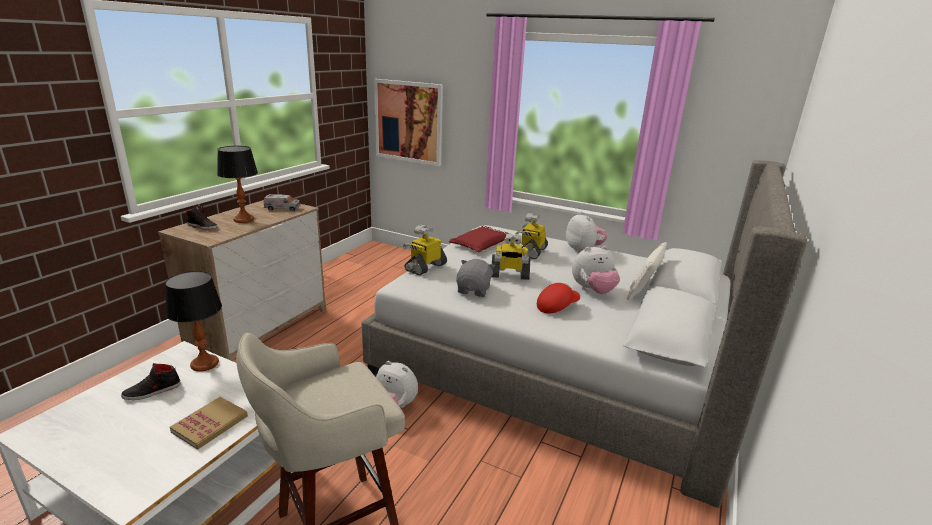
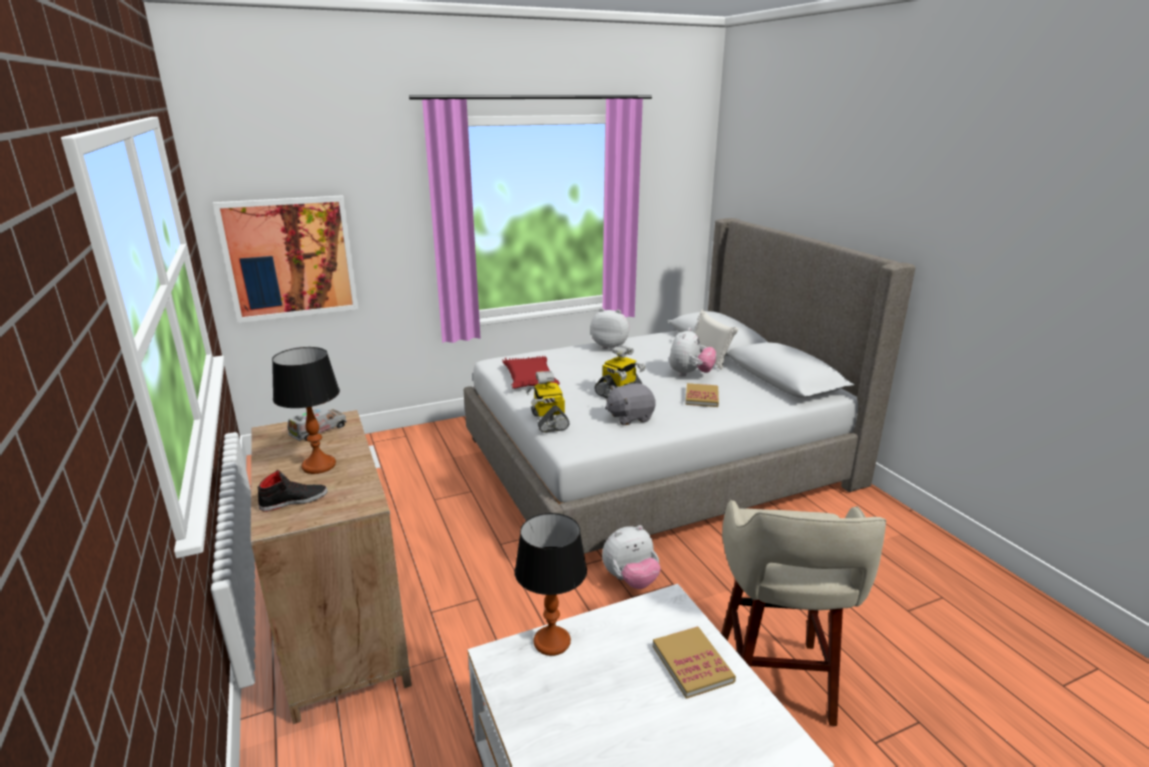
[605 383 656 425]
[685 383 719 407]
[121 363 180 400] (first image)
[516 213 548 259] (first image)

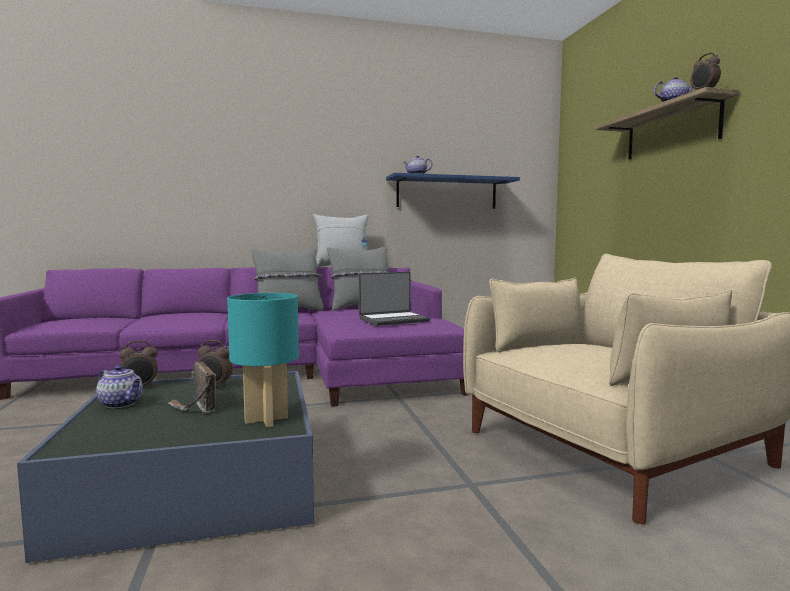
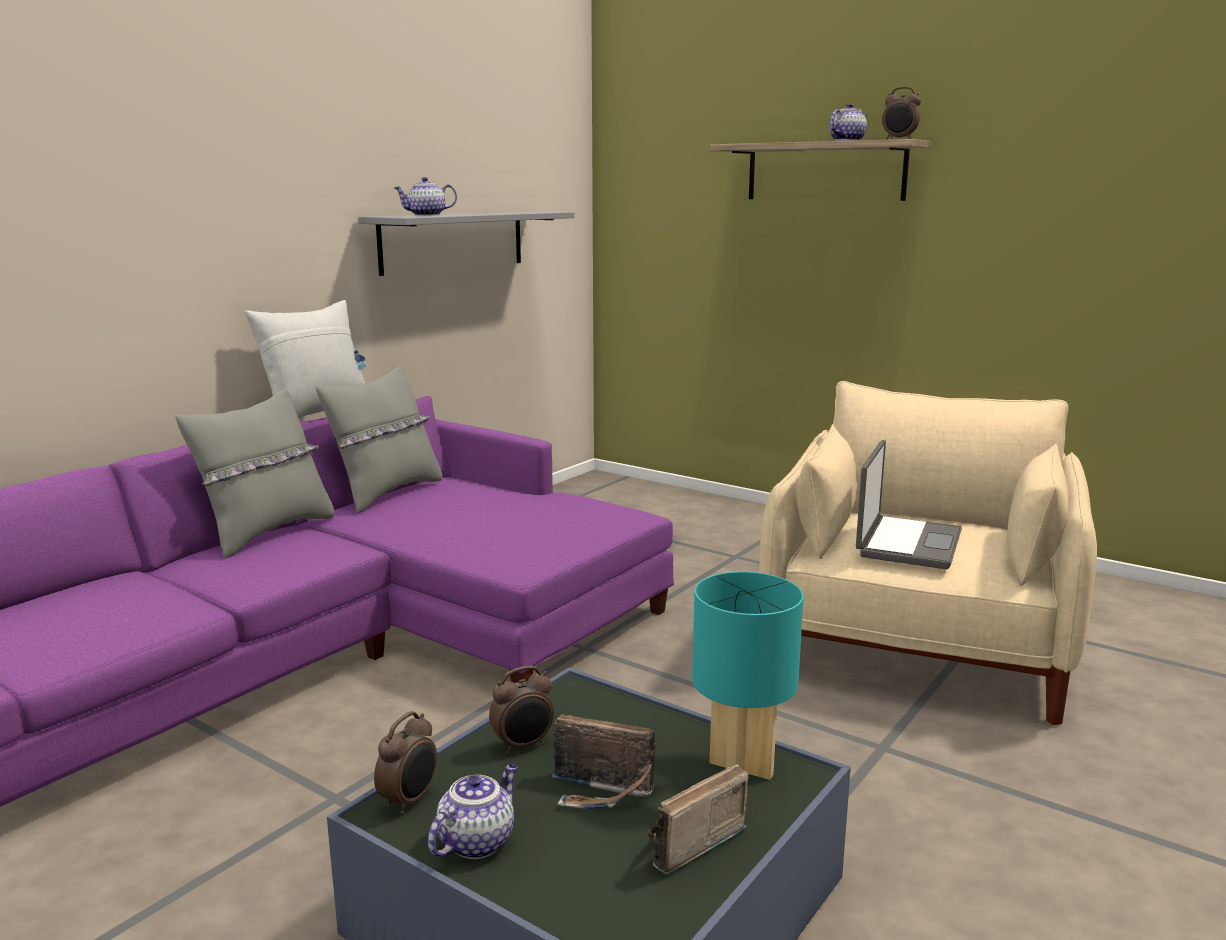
[358 211 574 276]
[428 764 518 859]
[647 764 749 874]
[856 440 962 569]

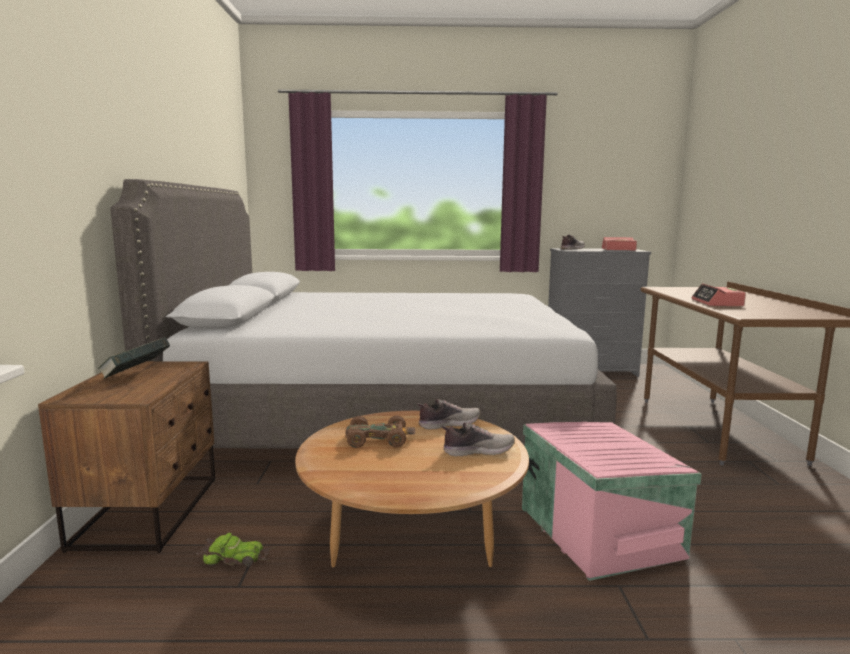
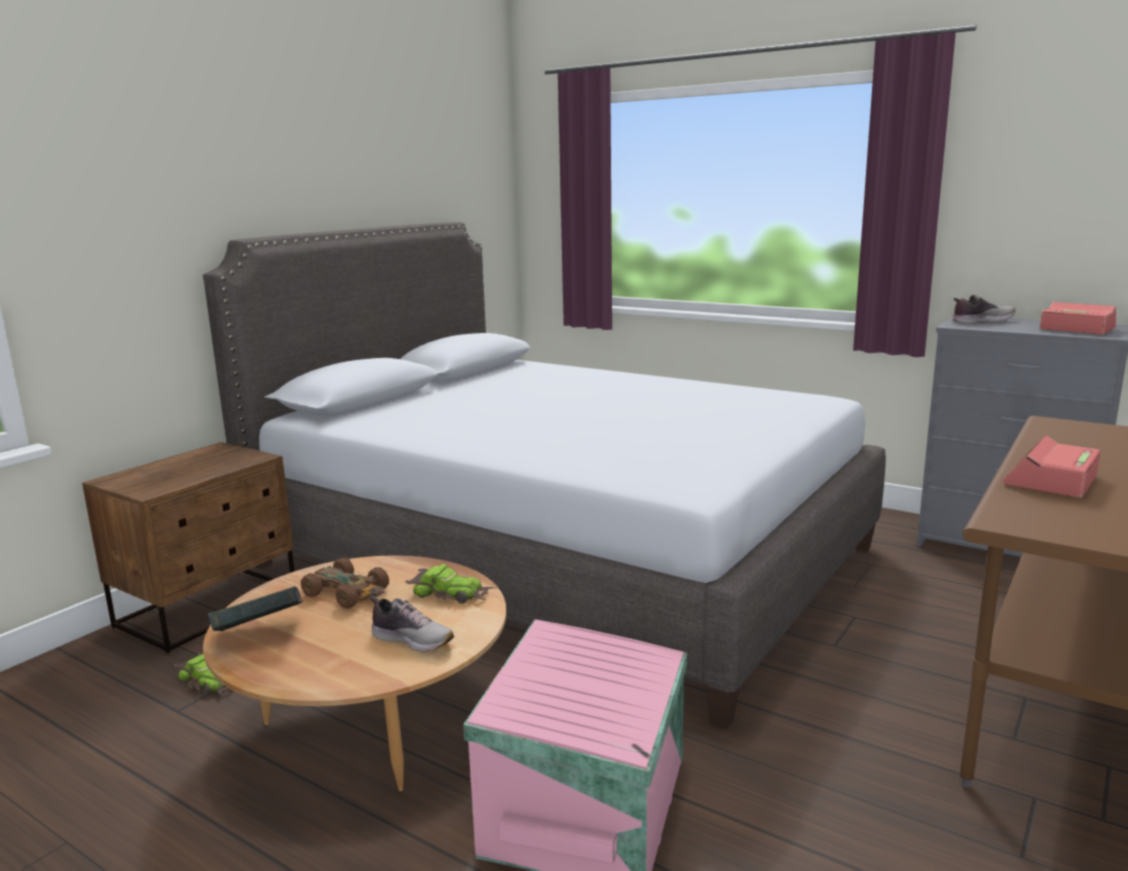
[208 586 303 631]
[405 564 495 604]

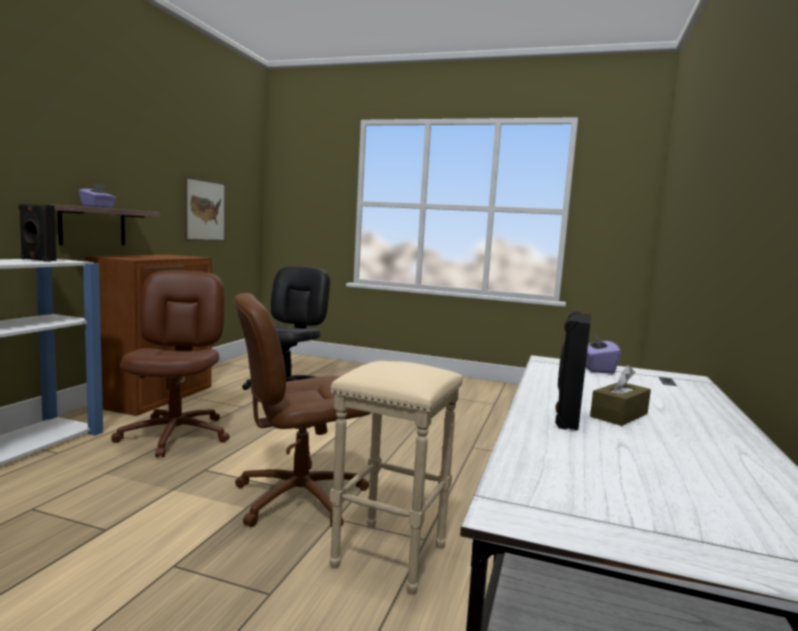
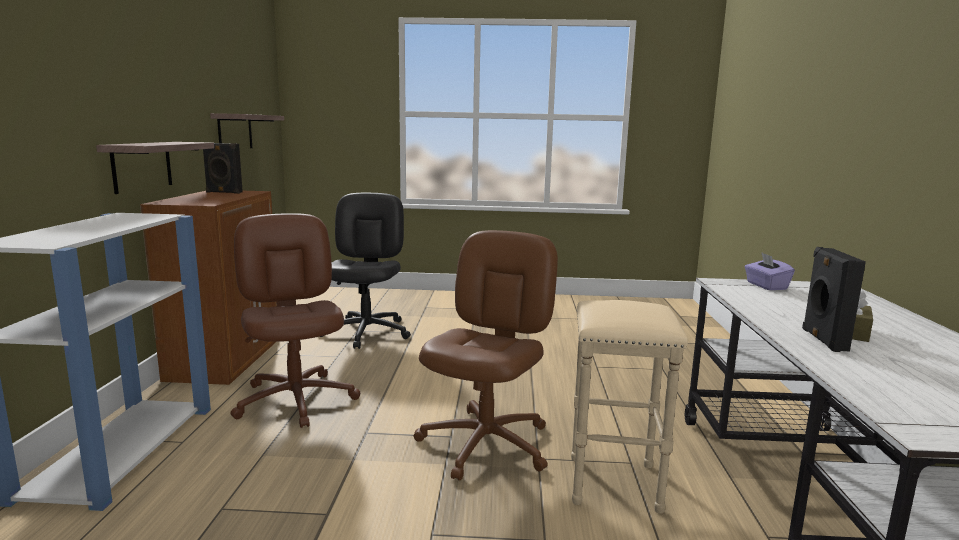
[203 143 243 194]
[210 113 284 148]
[414 230 558 481]
[78 183 116 208] (first image)

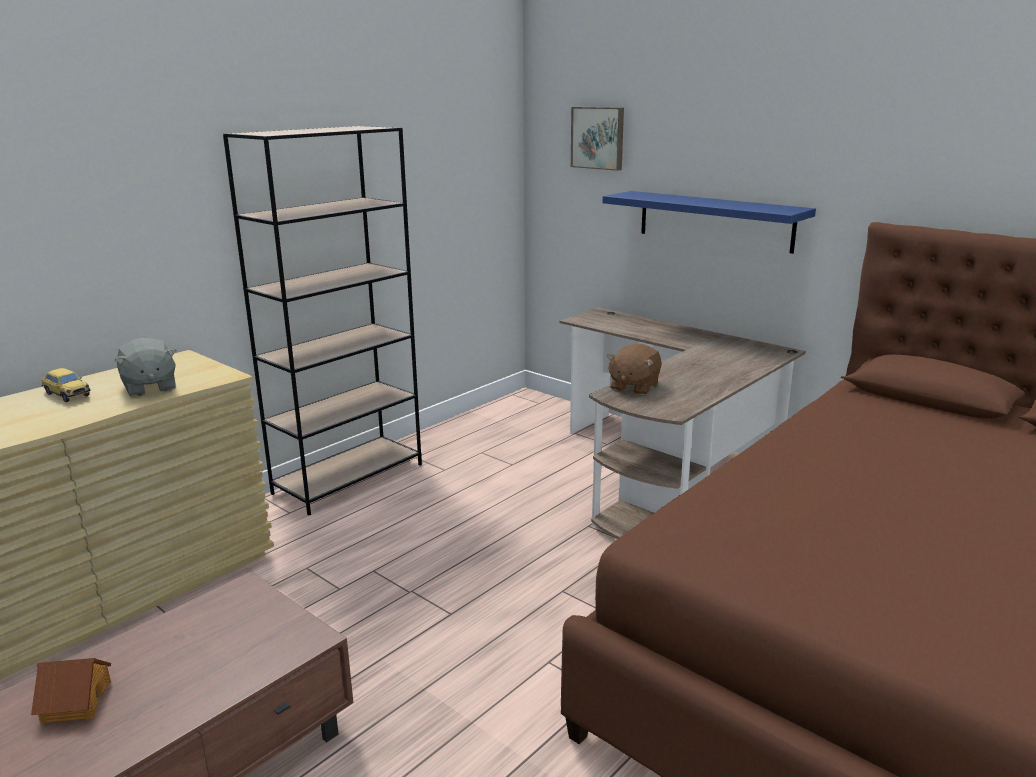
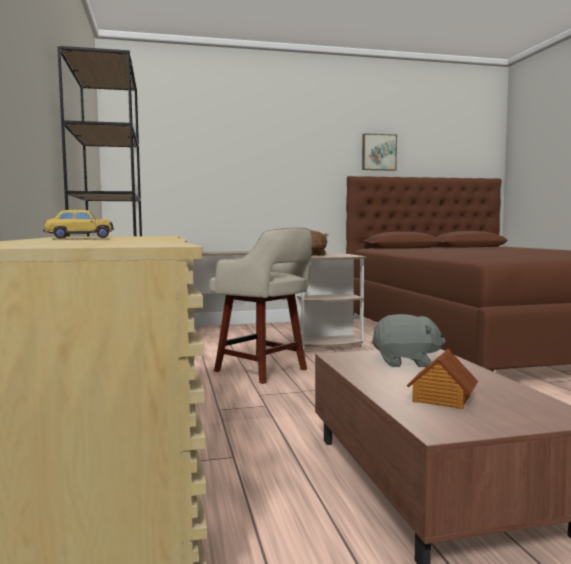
[209 227 312 384]
[362 133 397 171]
[371 314 446 367]
[603 191 816 254] (first image)

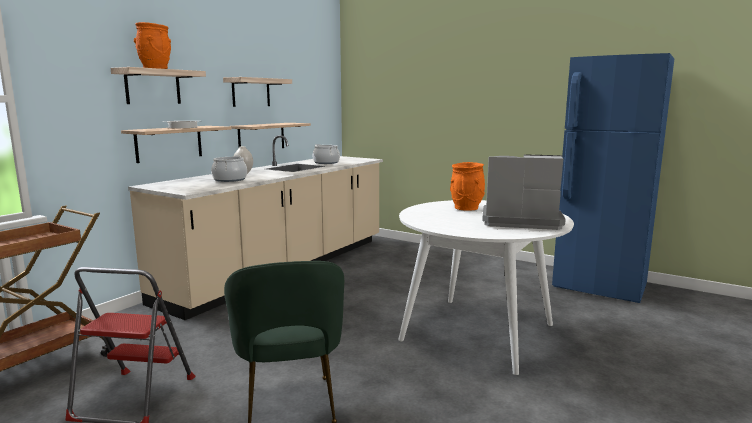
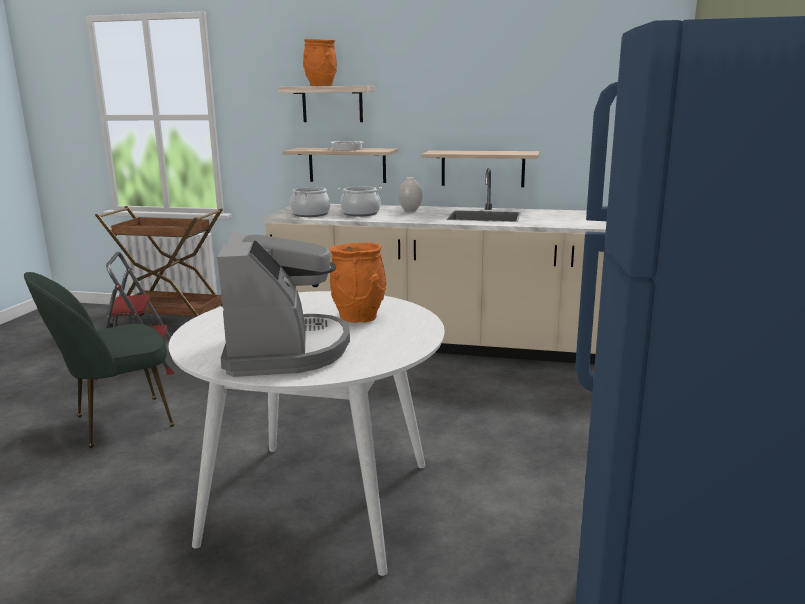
[290 186 330 217]
[223 77 292 107] (first image)

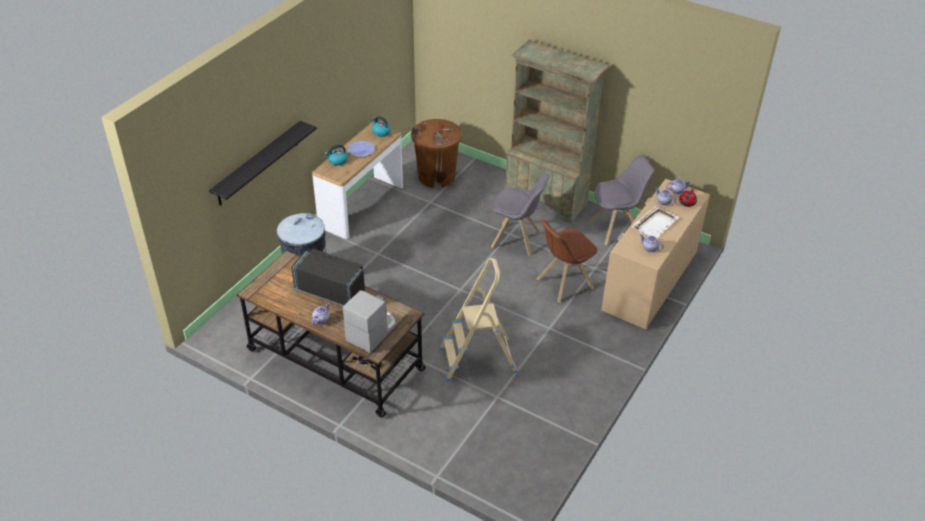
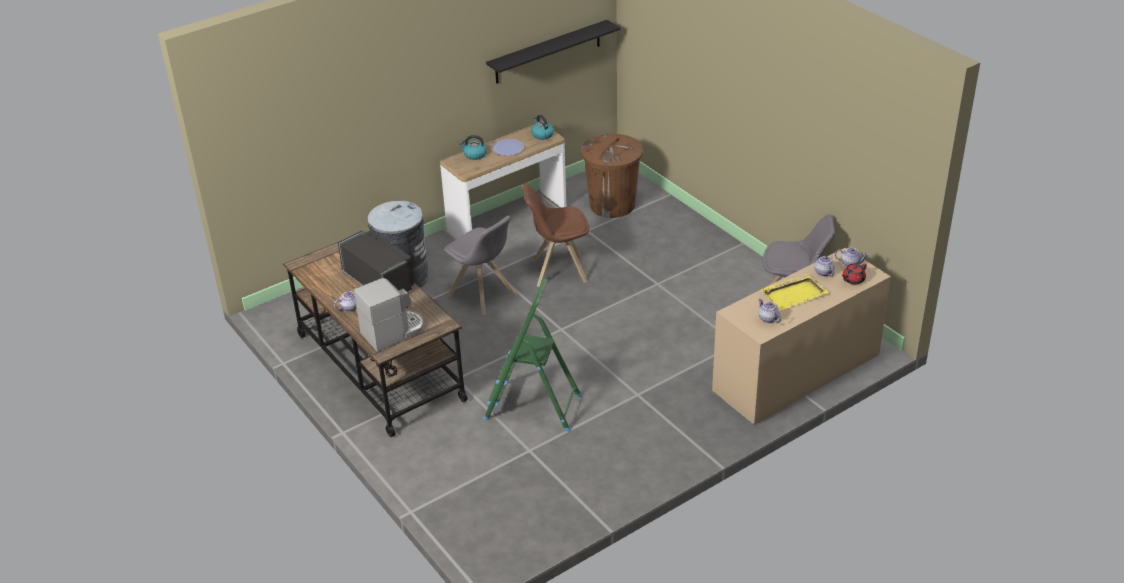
[444 215 516 316]
[483 277 582 432]
[486 20 620 83]
[522 183 589 287]
[760 274 829 311]
[505 40 610 224] (first image)

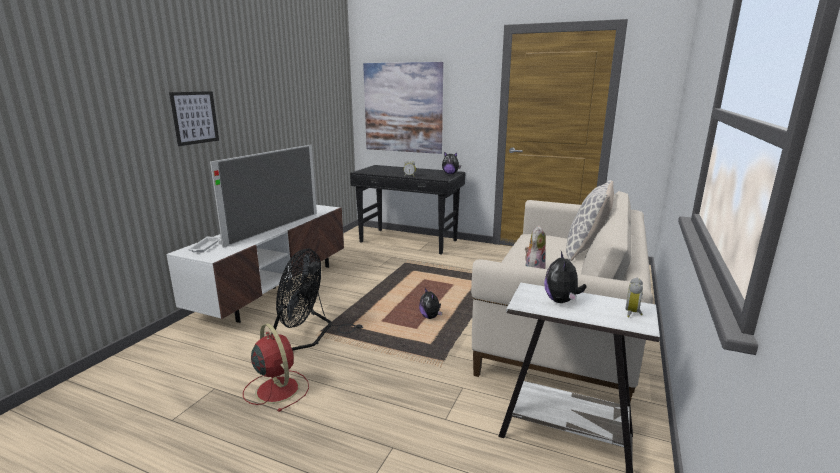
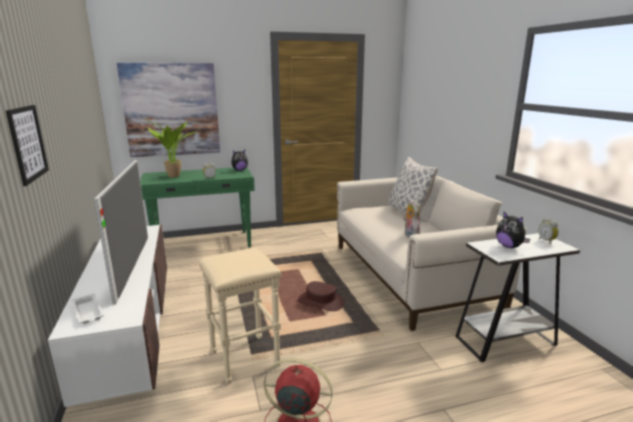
[140 167 255 248]
[143 117 198 177]
[199 248 281 384]
[298 281 344 311]

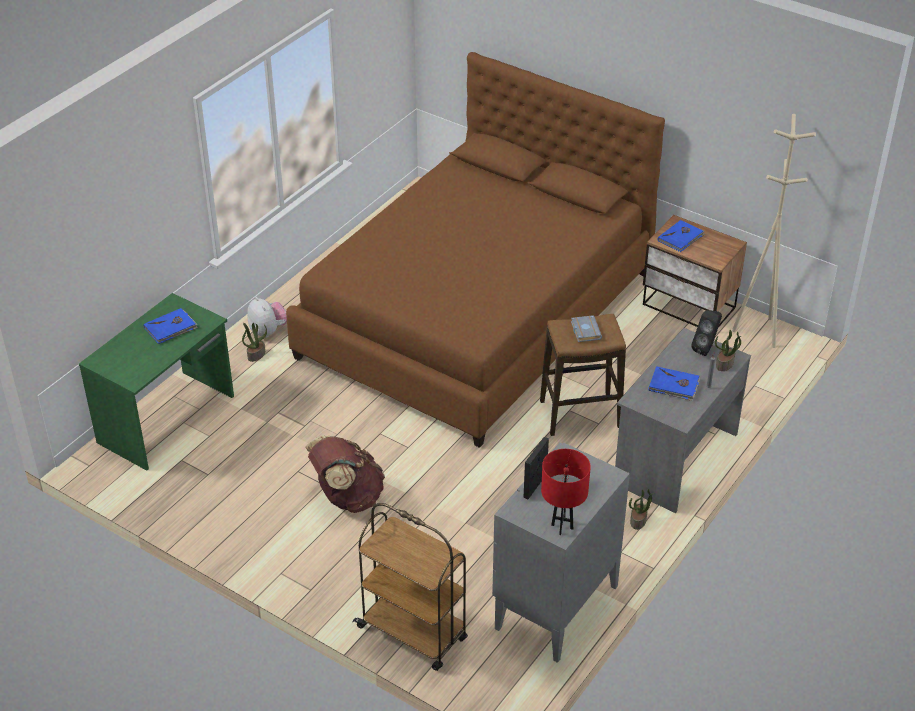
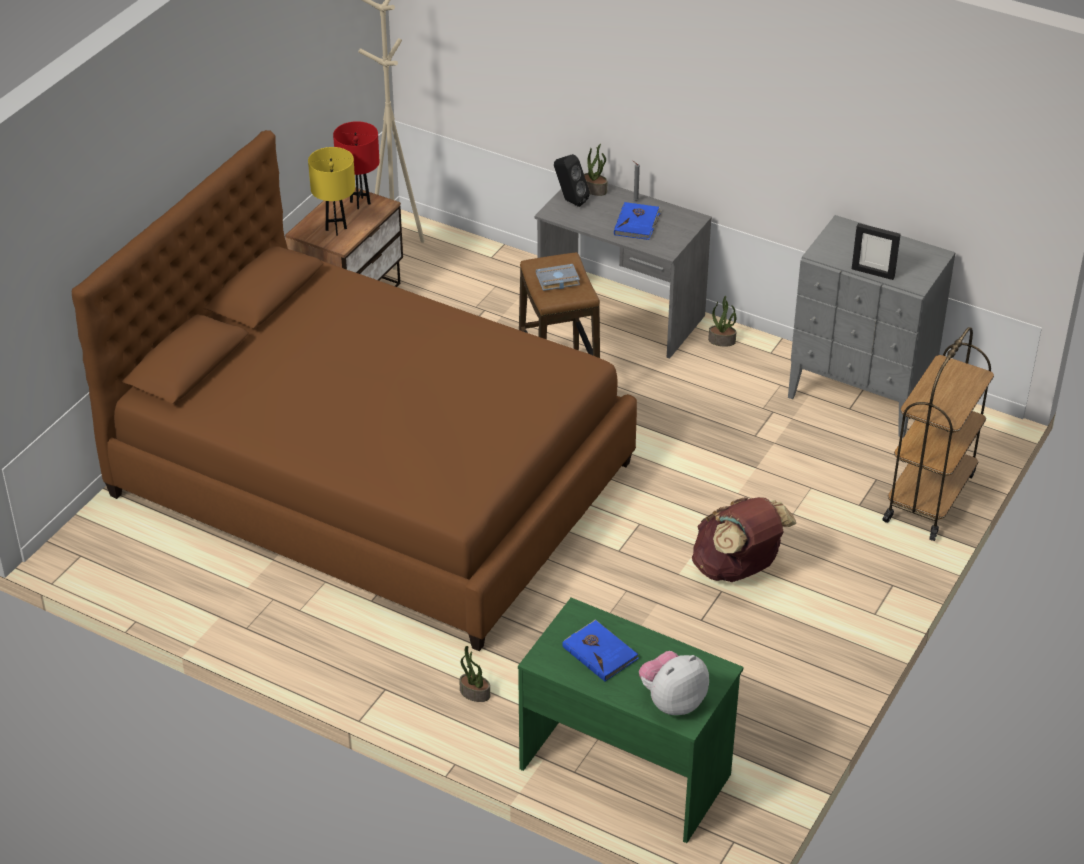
[308 147 355 236]
[333 121 379 209]
[639 651 709 715]

